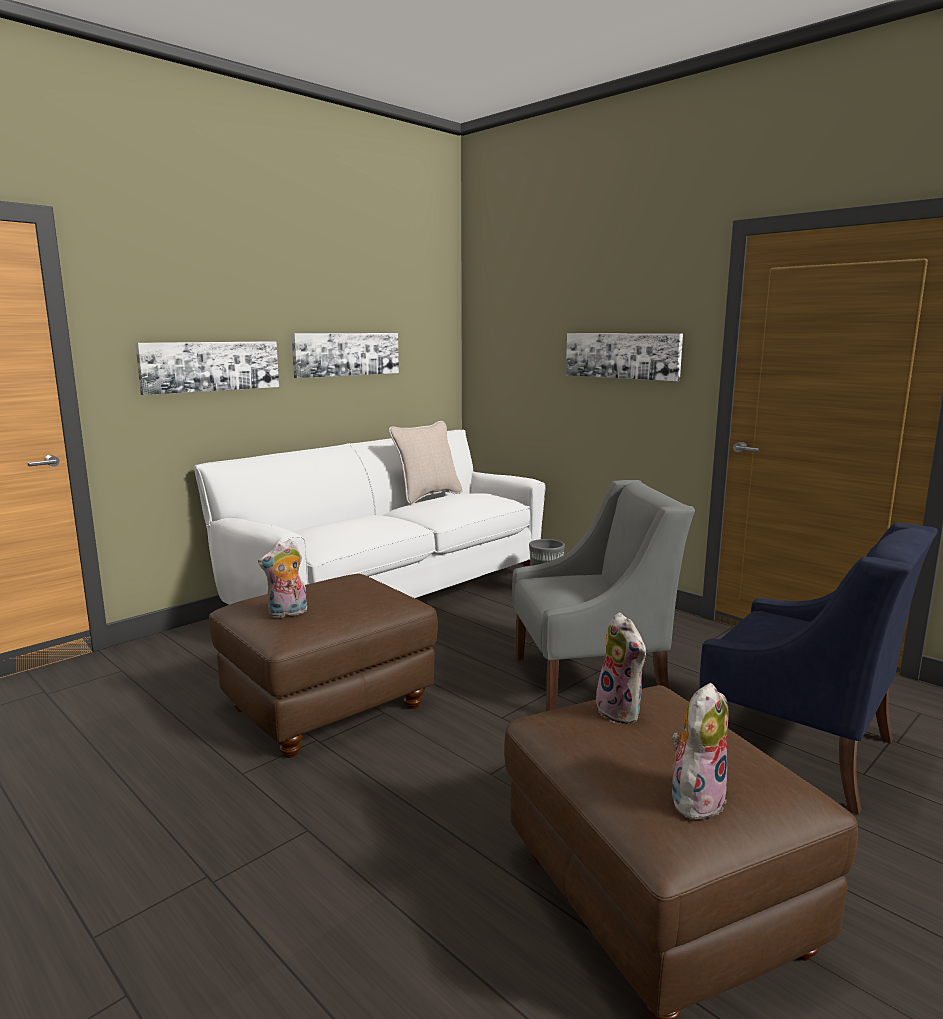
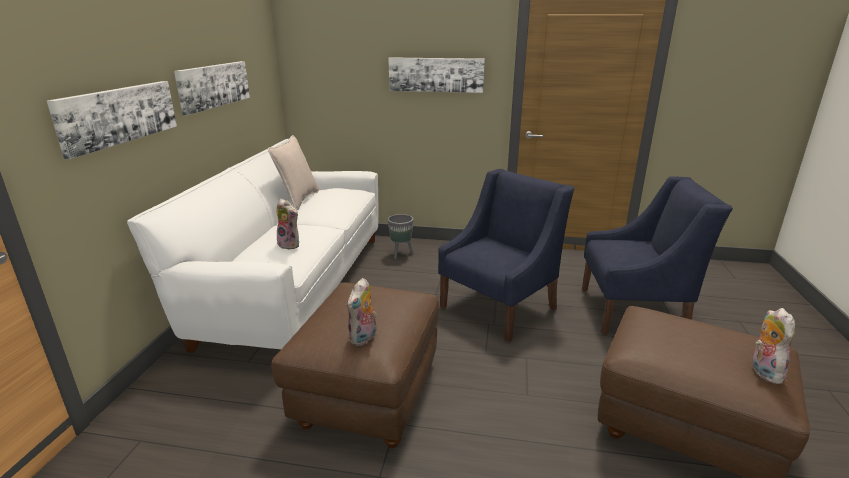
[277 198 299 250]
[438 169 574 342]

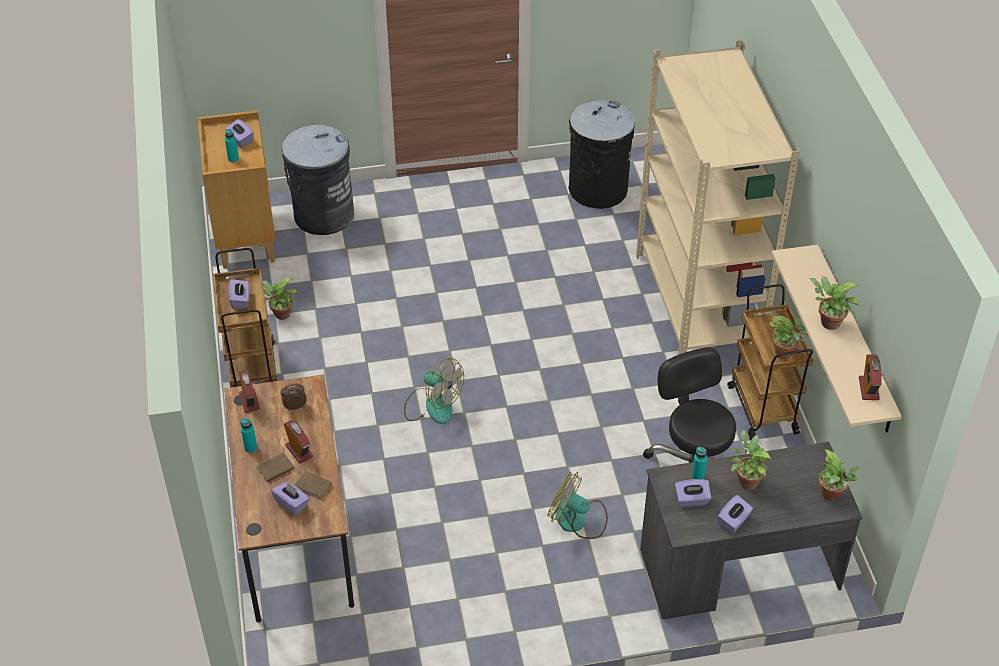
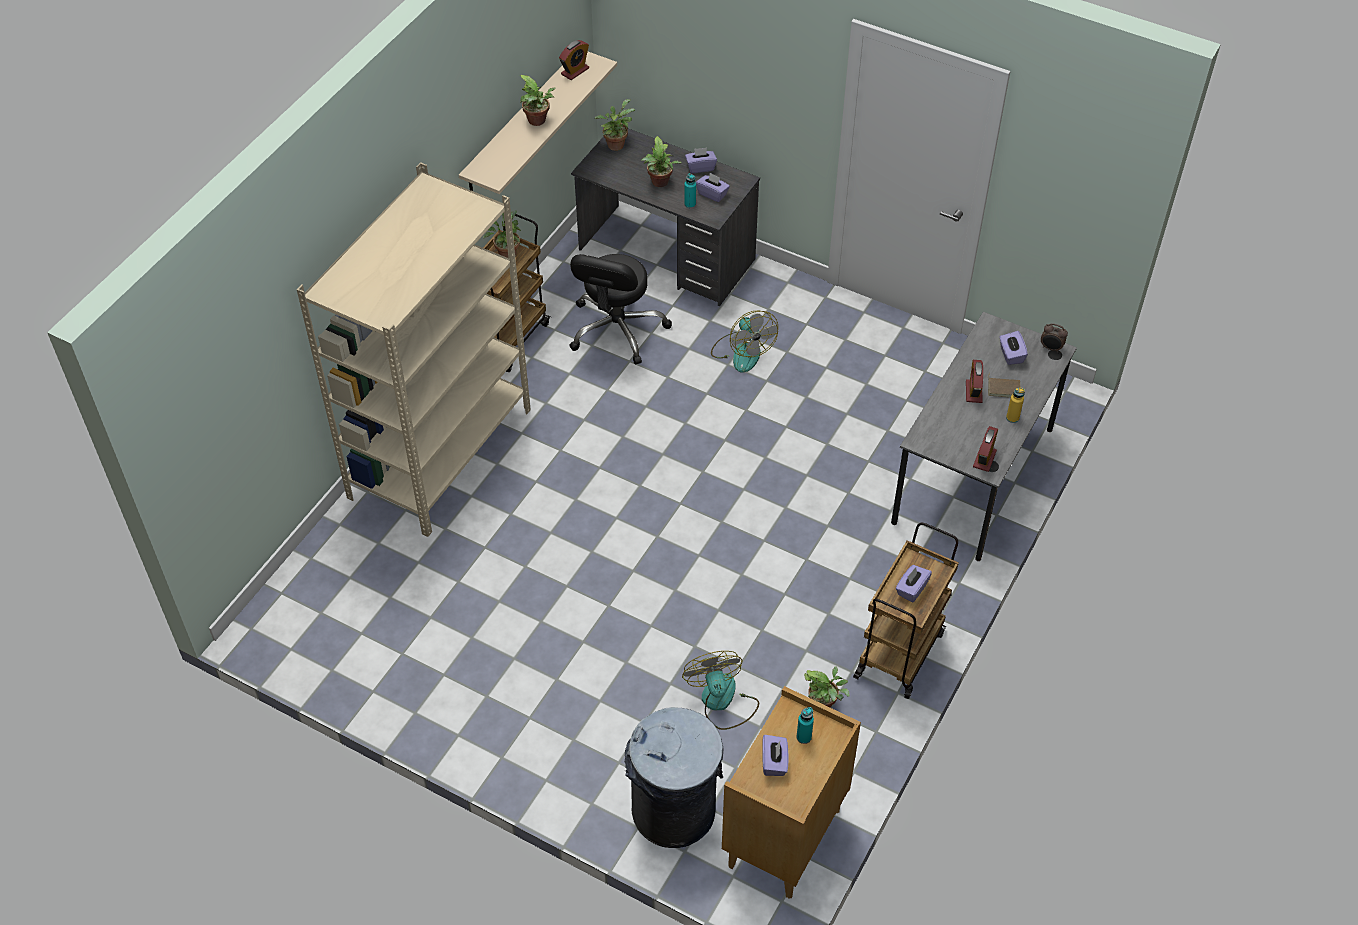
[682 651 759 730]
[891 312 1077 561]
[1006 388 1025 423]
[1041 323 1068 353]
[294 466 332 499] (first image)
[568 100 635 209] (first image)

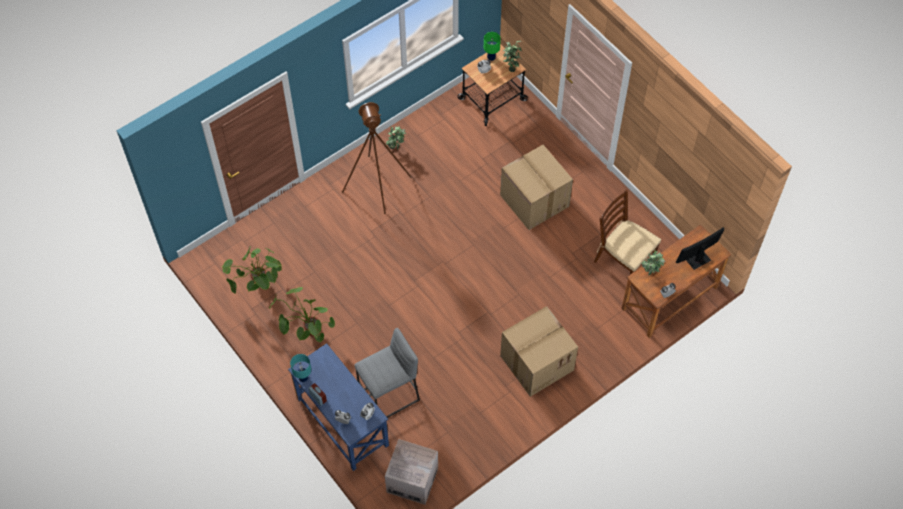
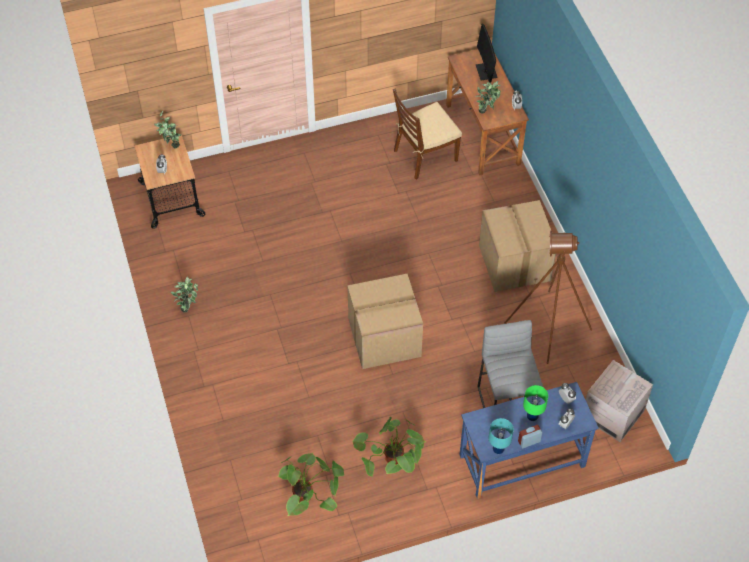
[347 274 423 369]
[504 231 592 364]
[523 385 548 421]

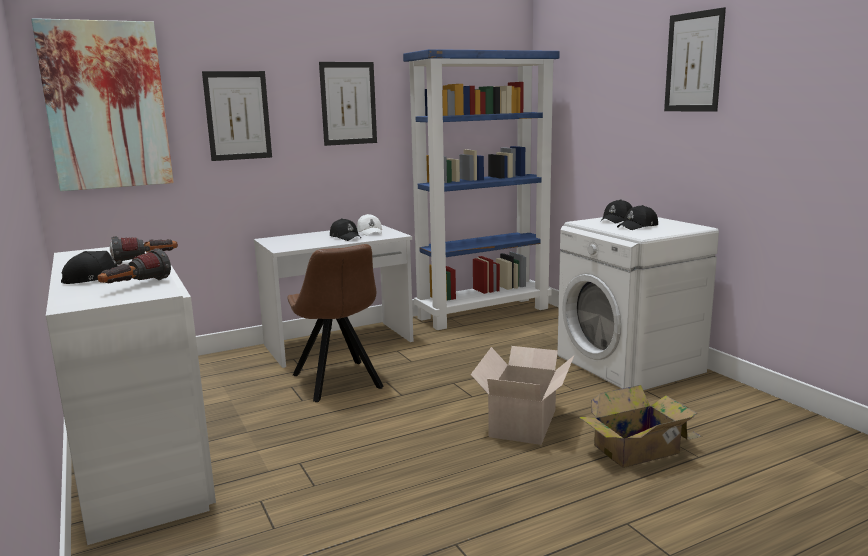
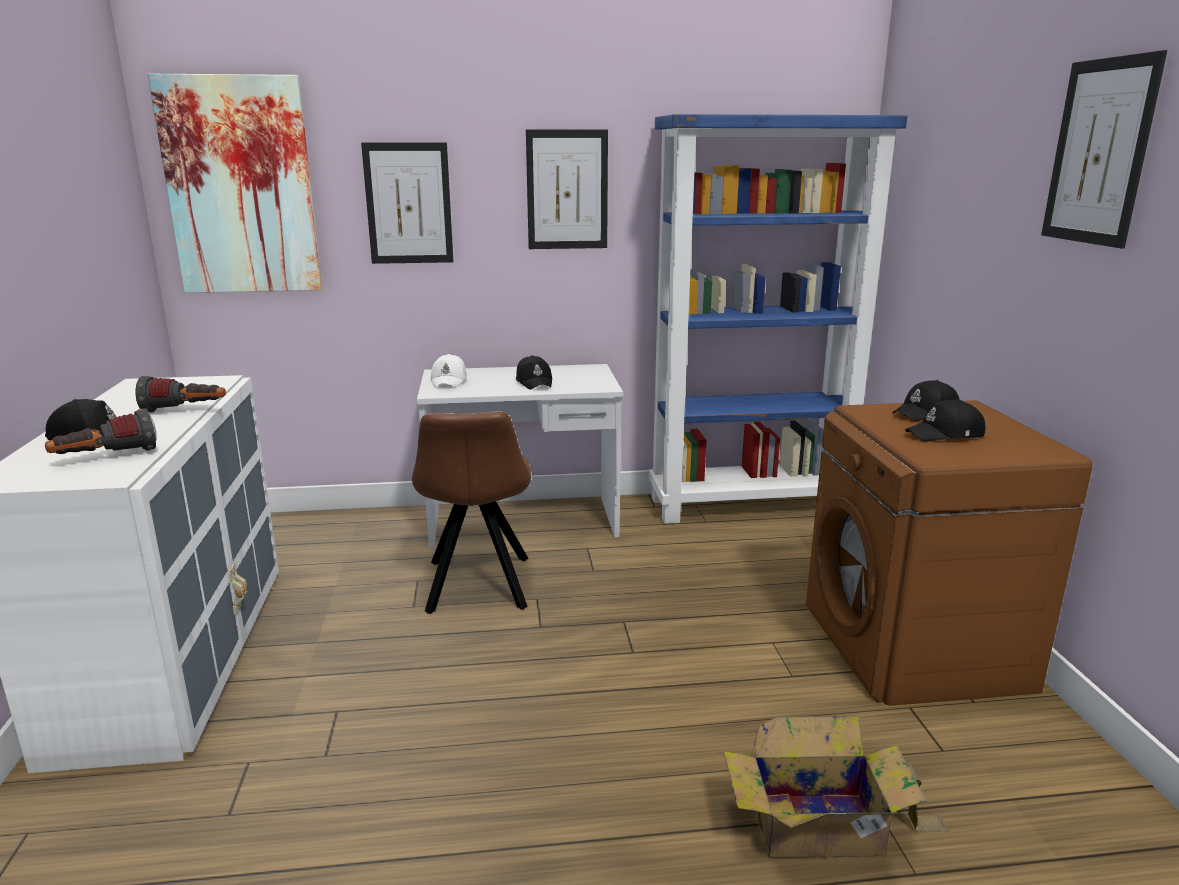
[431 354 467 387]
[806 400 1092 706]
[471 346 574 445] (first image)

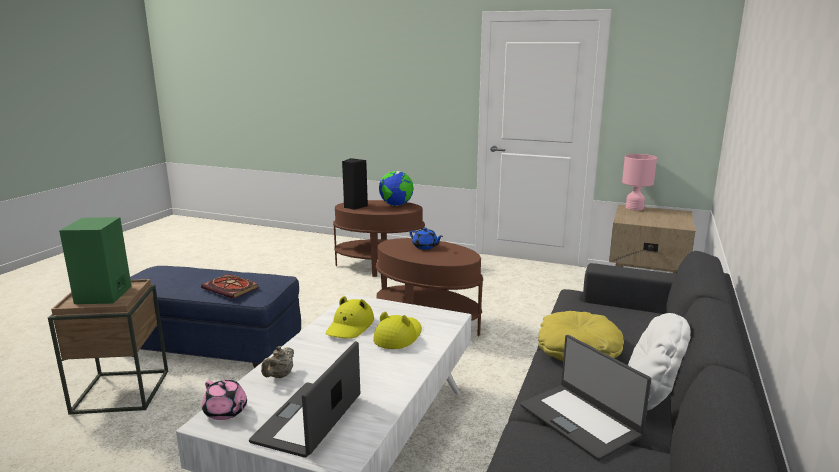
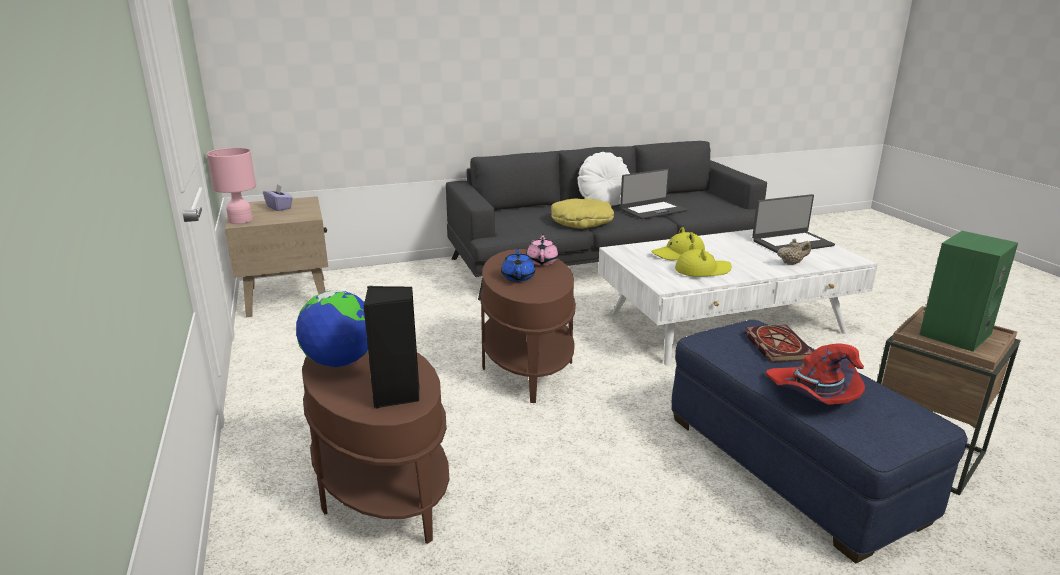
[263 184 293 211]
[526 234 559 265]
[620 169 688 219]
[766 343 865 405]

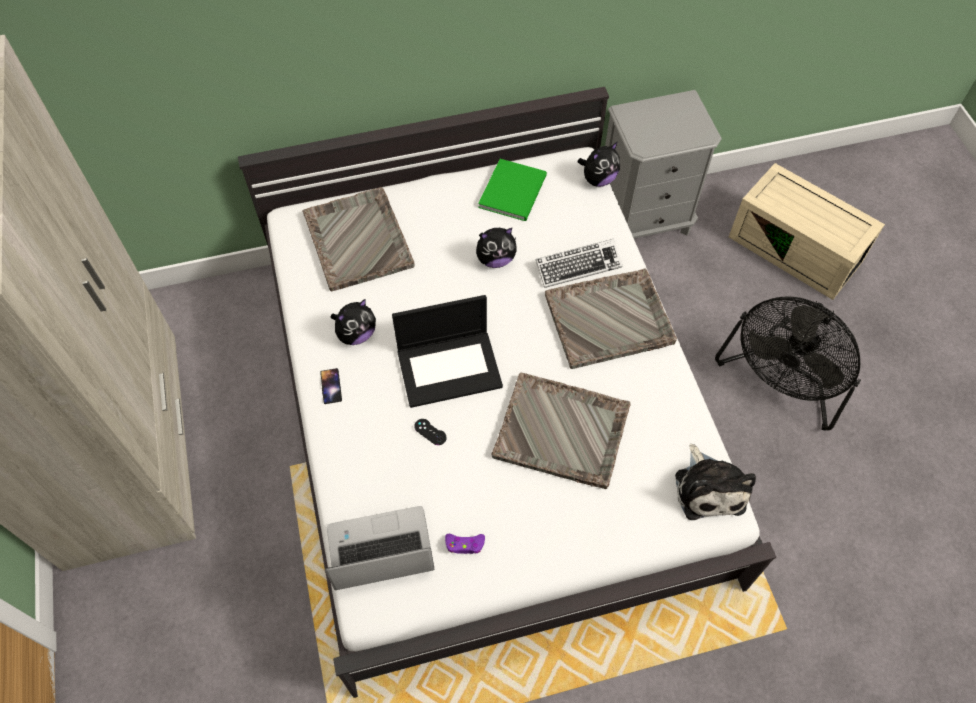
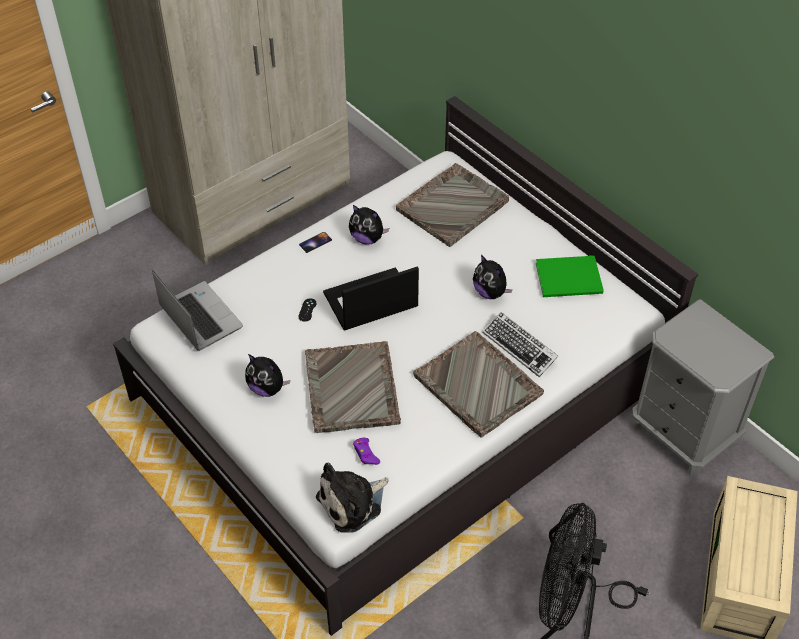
[245 354 290 397]
[323 267 419 330]
[353 438 380 465]

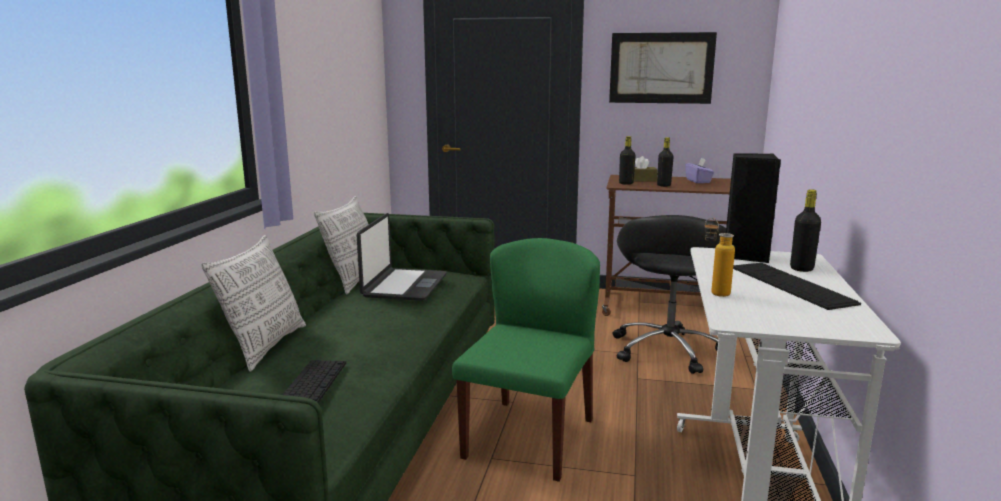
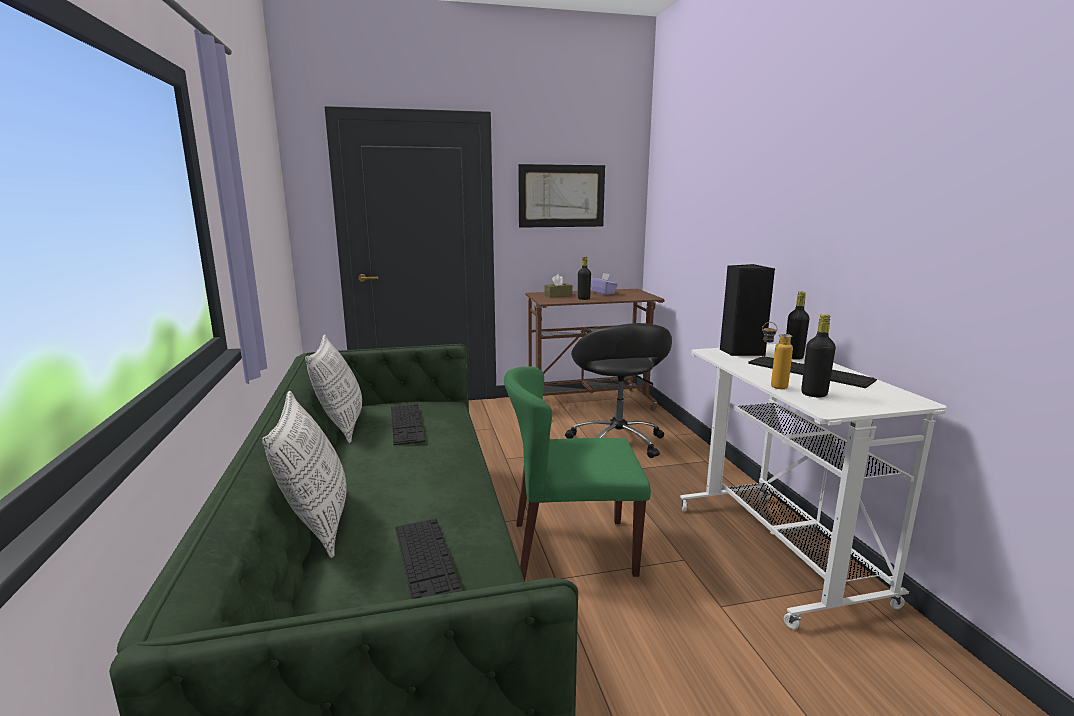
[391 404 425 445]
[504 366 651 580]
[801 314 836 397]

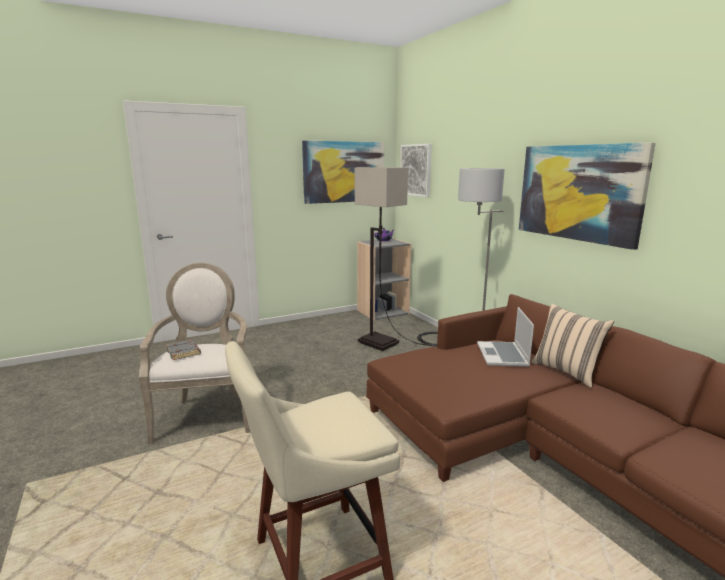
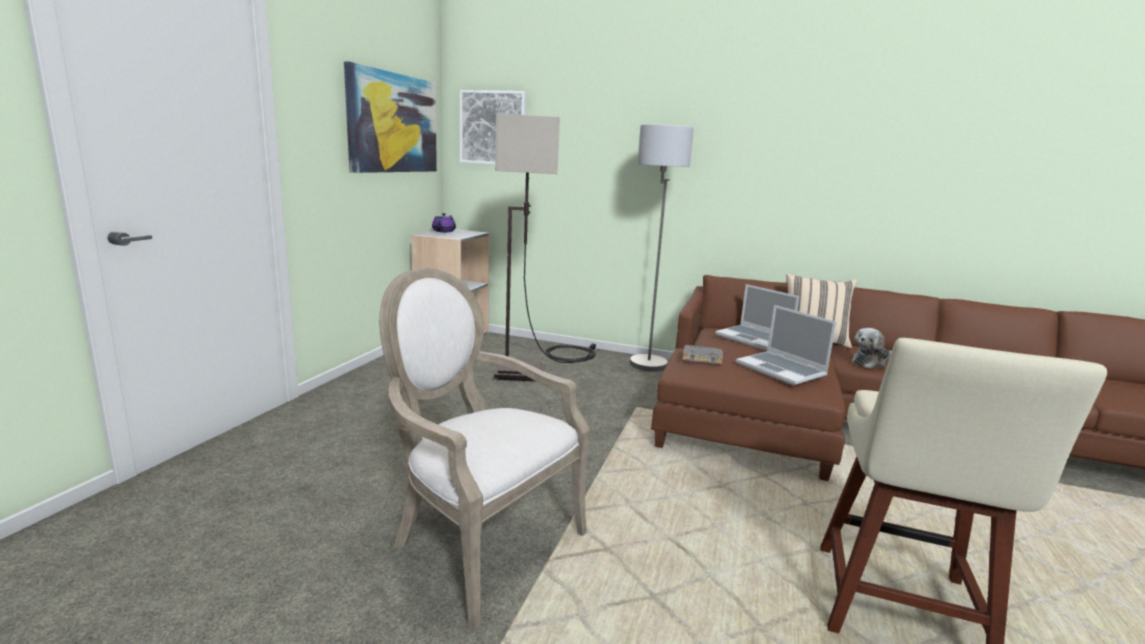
[683 345 723 364]
[736 305 836 385]
[852 328 892 369]
[519 142 656 250] (first image)

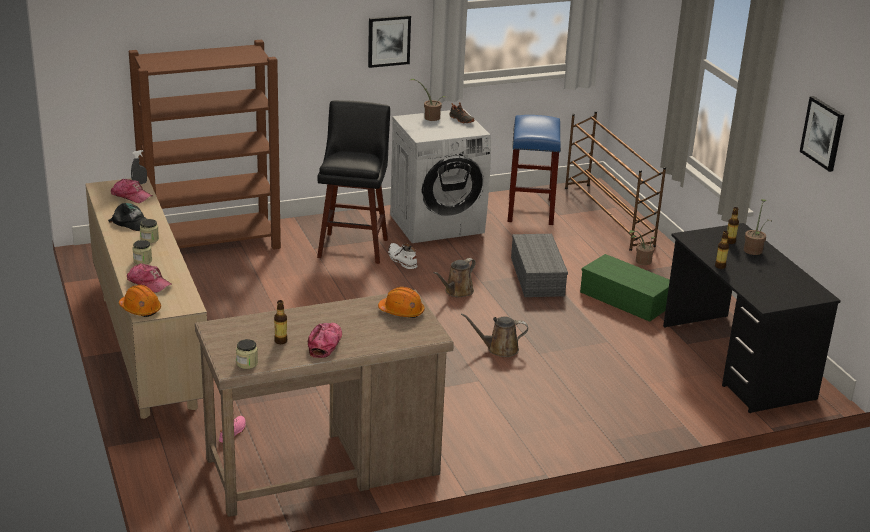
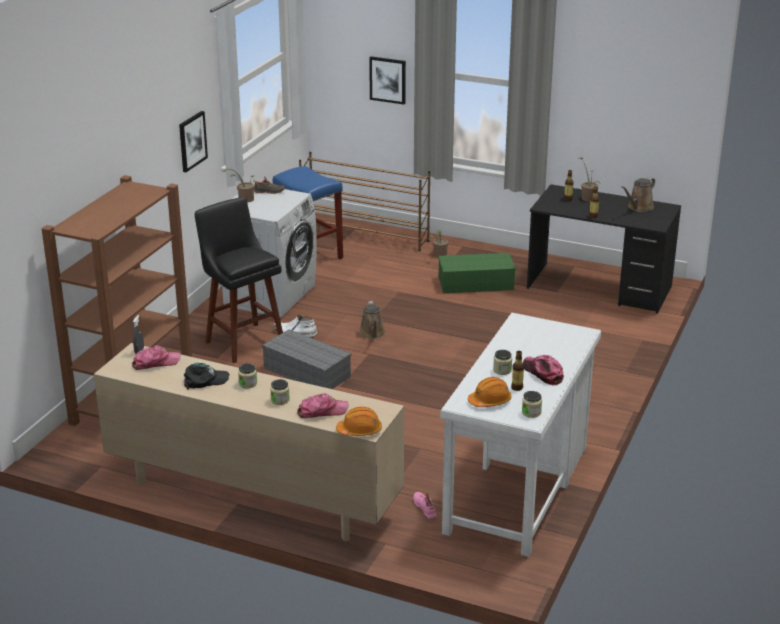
[262 329 351 389]
[369 56 406 105]
[440 313 601 557]
[468 377 512 407]
[493 350 512 375]
[621 177 655 212]

